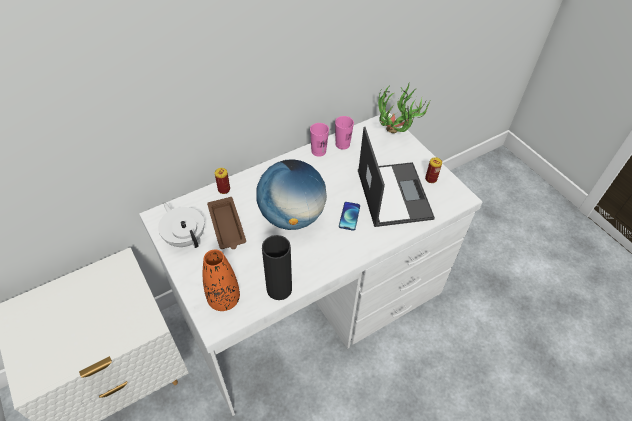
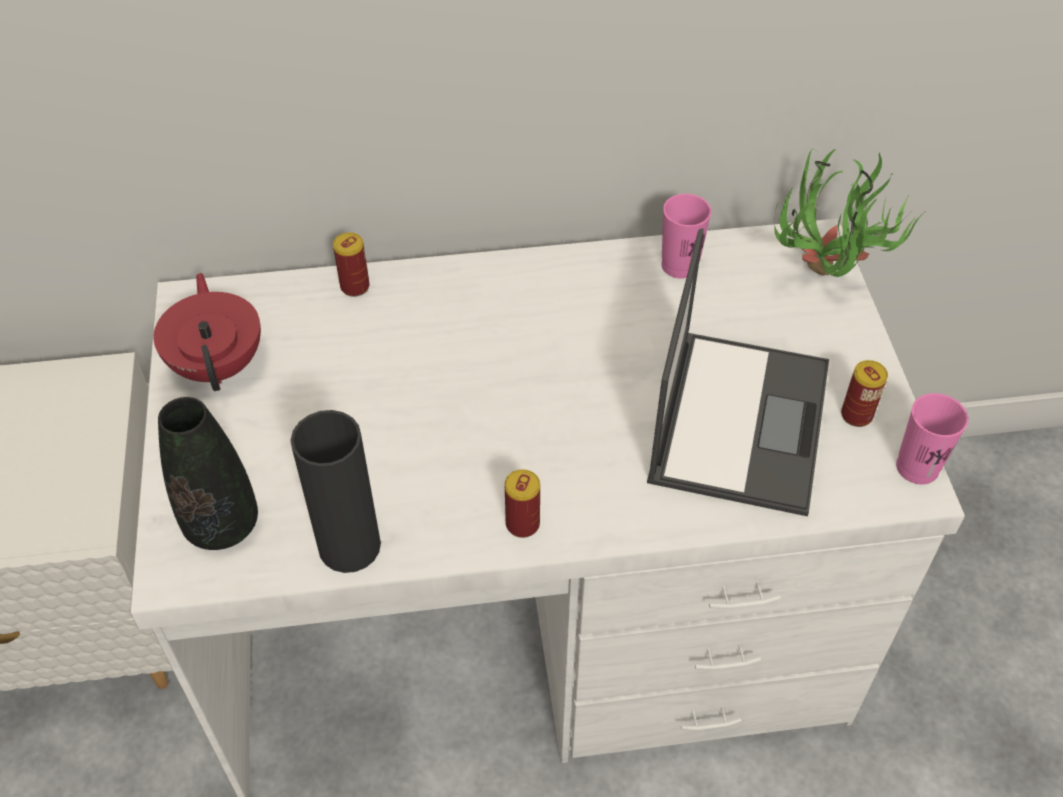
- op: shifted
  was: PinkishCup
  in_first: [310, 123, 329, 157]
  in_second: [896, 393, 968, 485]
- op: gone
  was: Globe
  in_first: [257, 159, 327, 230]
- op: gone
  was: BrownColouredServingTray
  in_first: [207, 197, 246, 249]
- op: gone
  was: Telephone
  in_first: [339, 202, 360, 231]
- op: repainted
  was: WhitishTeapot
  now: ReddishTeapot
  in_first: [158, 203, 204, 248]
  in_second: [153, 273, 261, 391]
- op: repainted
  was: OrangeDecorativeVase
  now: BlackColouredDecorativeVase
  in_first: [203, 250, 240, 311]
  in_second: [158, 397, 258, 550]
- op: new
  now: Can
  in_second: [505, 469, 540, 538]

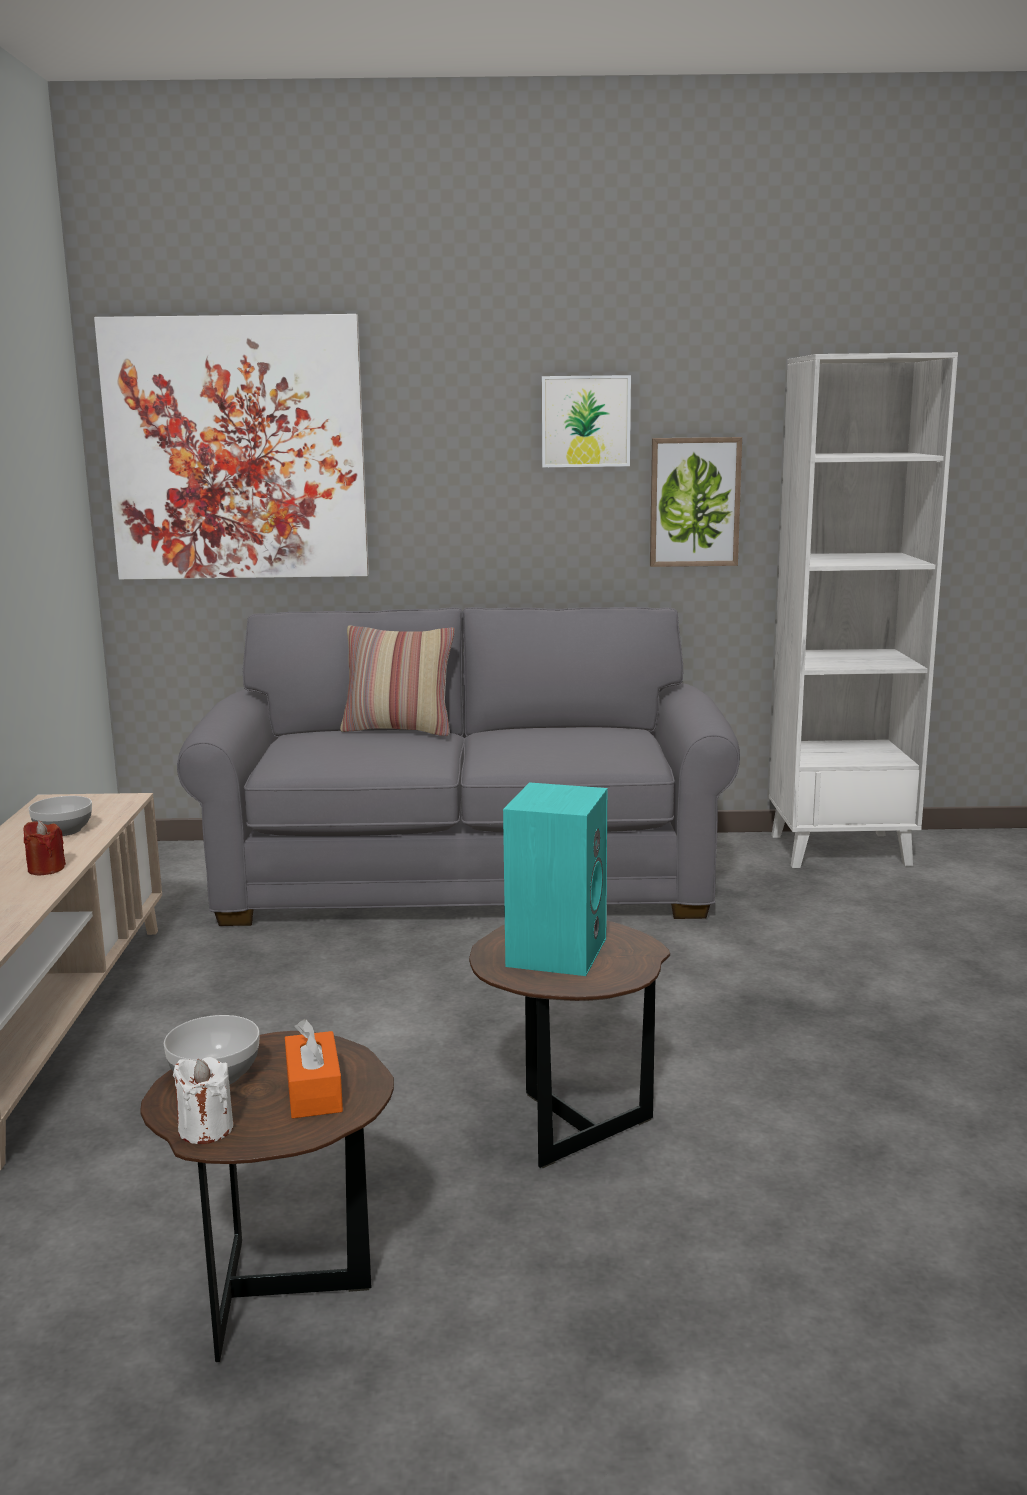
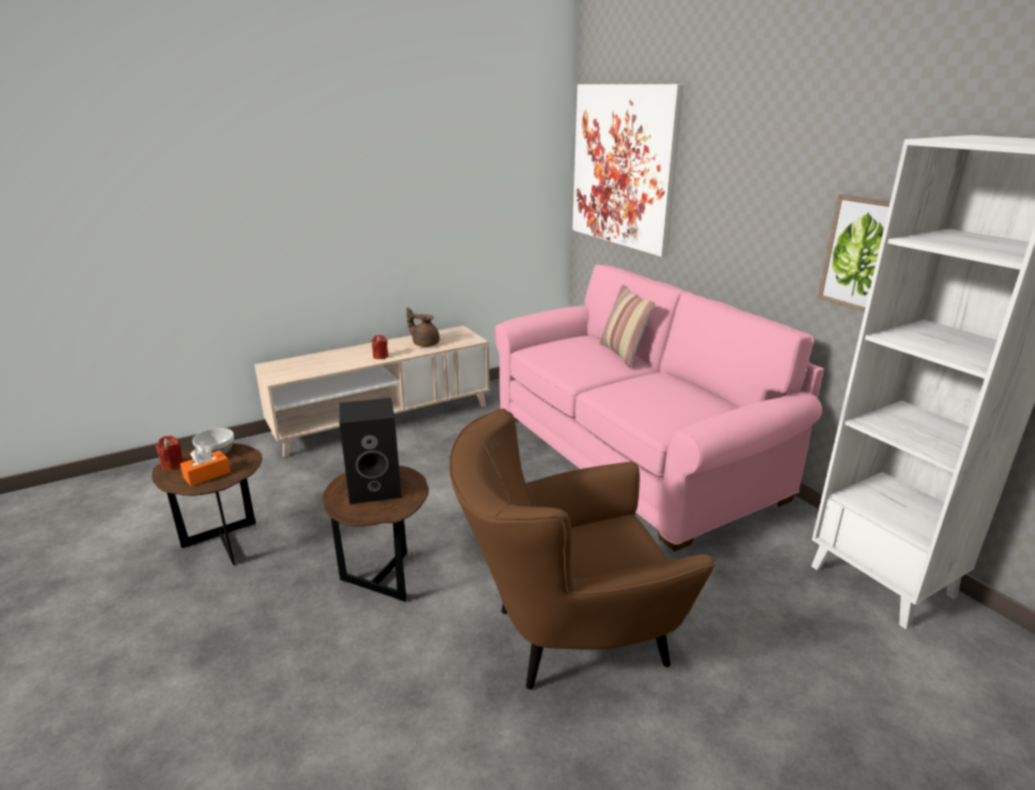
- op: gone
  was: WallPicture
  in_first: [542, 375, 631, 467]
- op: repainted
  was: GrayCouch
  now: PinkishCouch
  in_first: [177, 607, 740, 926]
  in_second: [495, 265, 824, 551]
- op: repainted
  was: BlueGreenSpeaker
  now: BlackColouredSpeaker
  in_first: [503, 782, 607, 976]
  in_second: [339, 398, 402, 504]
- op: swapped
  was: ServingBowl
  now: BrownColouredTeapot
  in_first: [29, 796, 92, 836]
  in_second: [406, 307, 440, 347]
- op: repainted
  was: WhitishWaxLight
  now: ReddishWaxLight
  in_first: [173, 1057, 233, 1144]
  in_second: [155, 436, 184, 470]
- op: new
  now: BrownColouredEasyChair
  in_second: [449, 409, 715, 690]

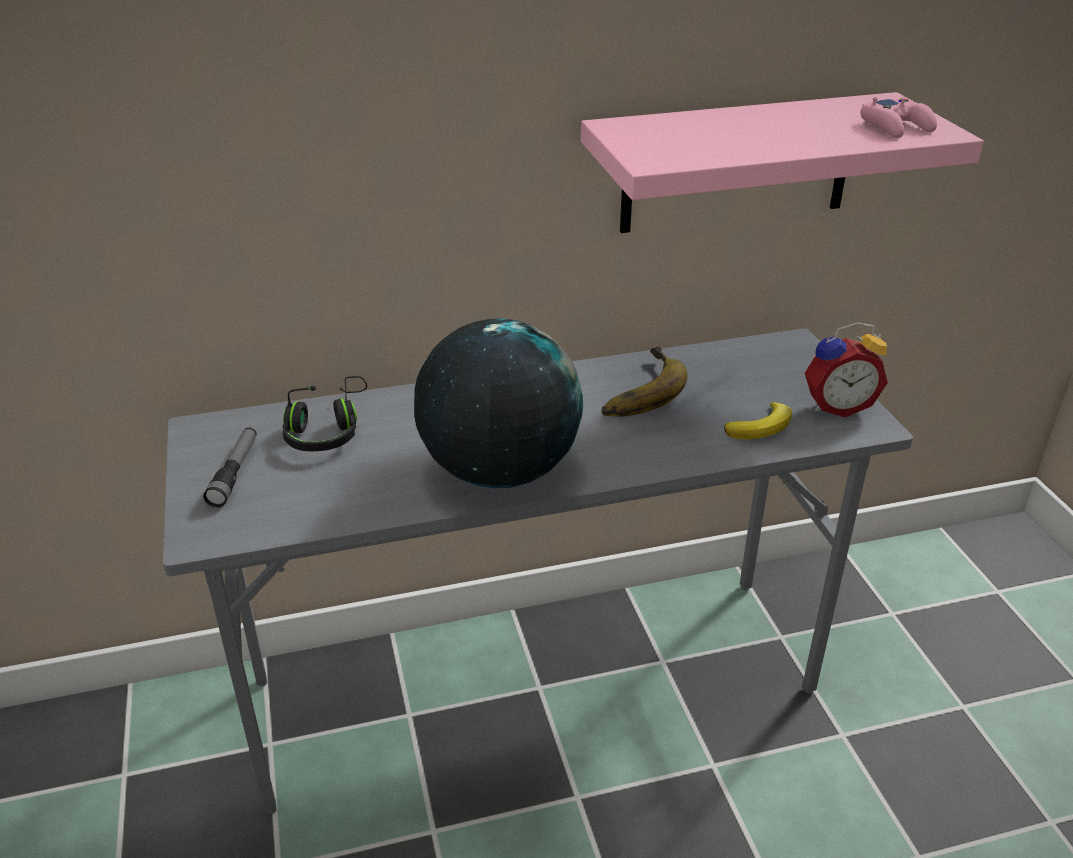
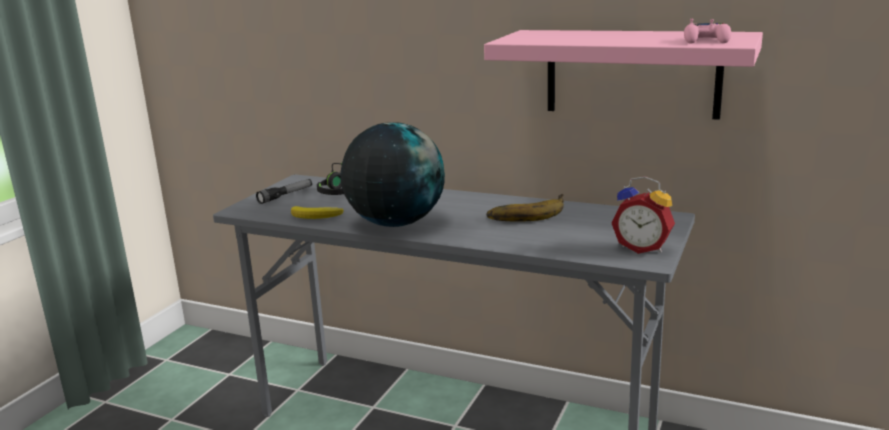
- op: shifted
  was: BananaFruit
  in_first: [724, 402, 792, 439]
  in_second: [291, 206, 344, 219]

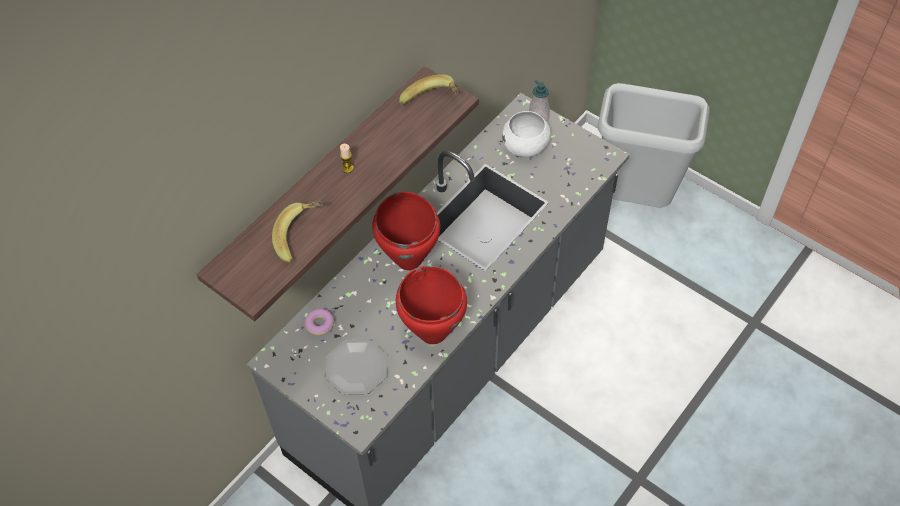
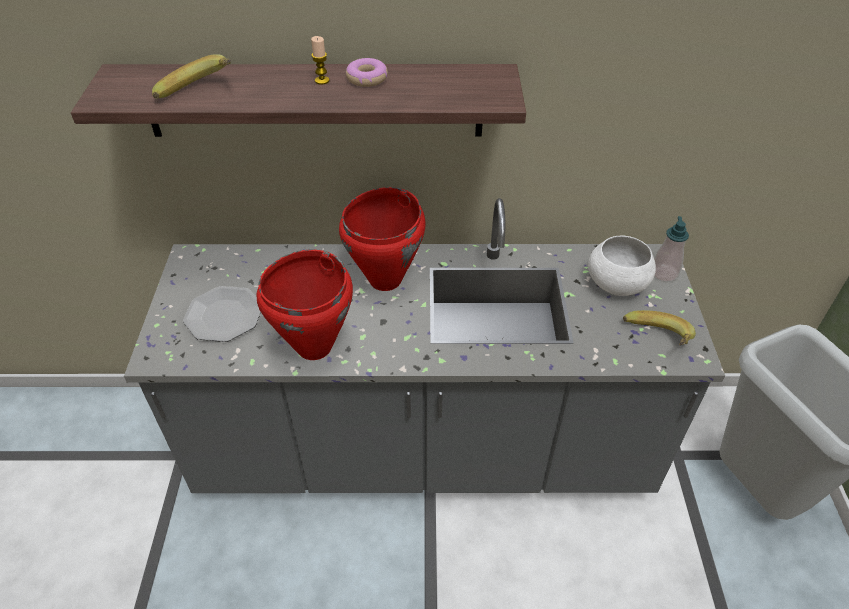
- op: shifted
  was: BananaFruit
  in_first: [399, 74, 458, 105]
  in_second: [623, 310, 696, 345]
- op: shifted
  was: RingDoughnut
  in_first: [305, 309, 334, 336]
  in_second: [346, 58, 388, 87]

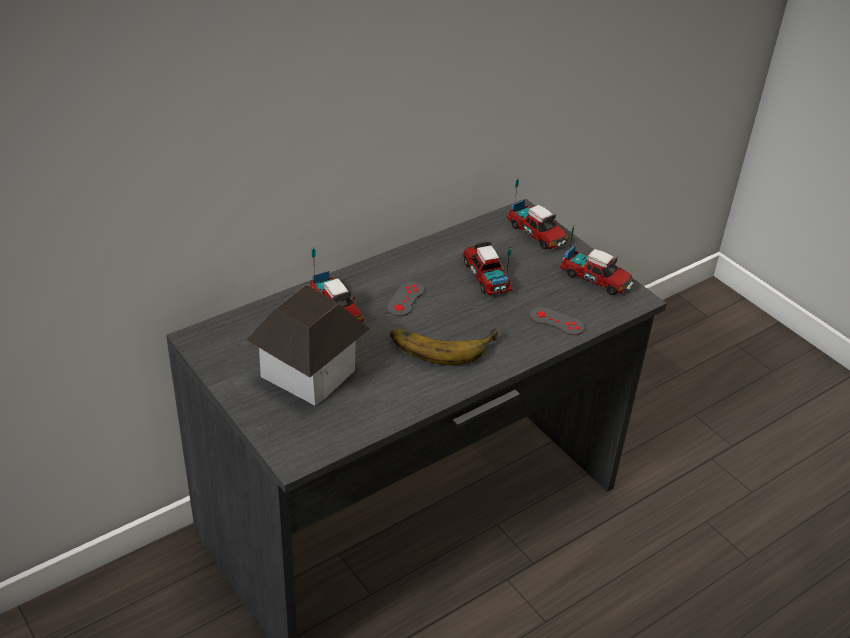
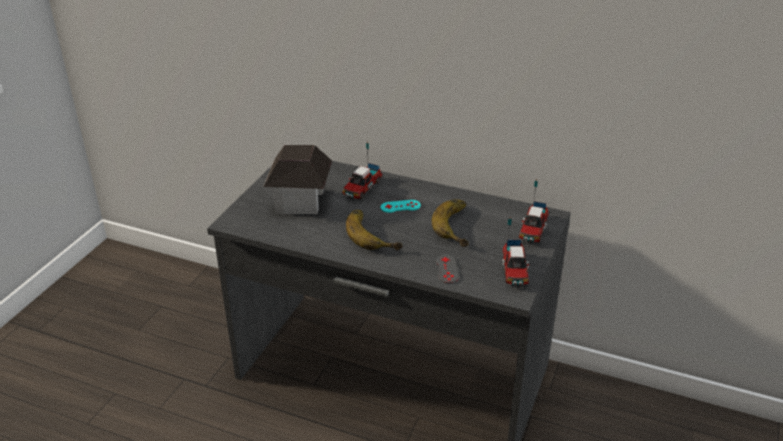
- op: swapped
  was: ToyLorry
  now: BananaFruit
  in_first: [463, 242, 512, 295]
  in_second: [432, 199, 469, 247]
- op: repainted
  was: GrayGameController
  now: BlueGreenGameController
  in_first: [387, 282, 424, 316]
  in_second: [381, 200, 421, 213]

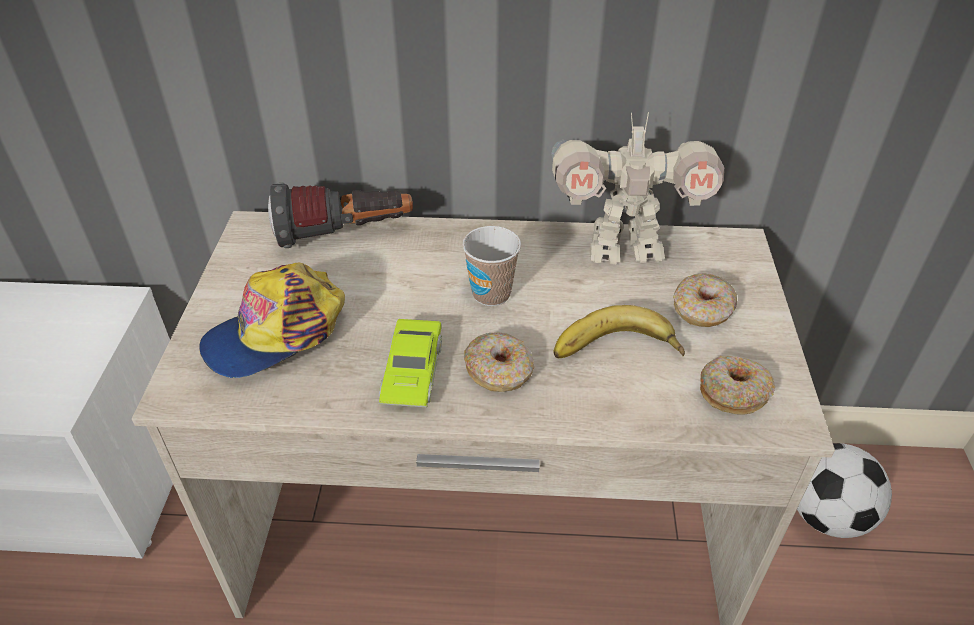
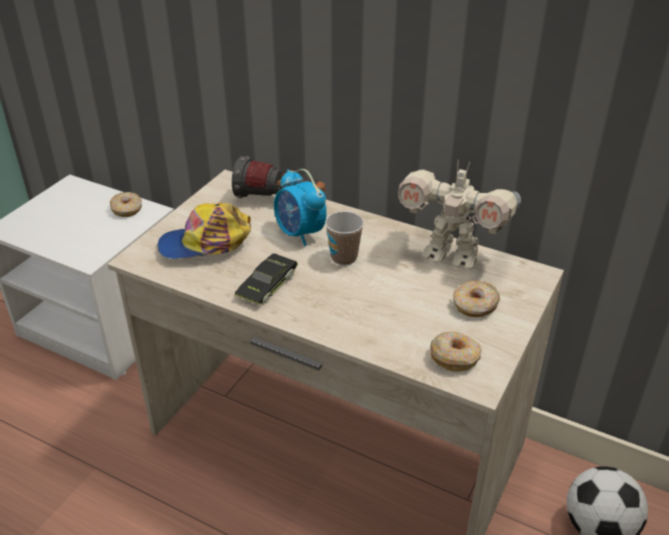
- op: gone
  was: BananaFruit
  in_first: [553, 305, 685, 358]
- op: repainted
  was: GreenishMiniatureCar
  now: BlackColouredMiniatureCar
  in_first: [379, 319, 442, 407]
  in_second: [234, 253, 298, 305]
- op: shifted
  was: RingDoughnut
  in_first: [464, 332, 534, 392]
  in_second: [110, 192, 142, 217]
- op: new
  now: BedsideClock
  in_second: [274, 169, 327, 246]

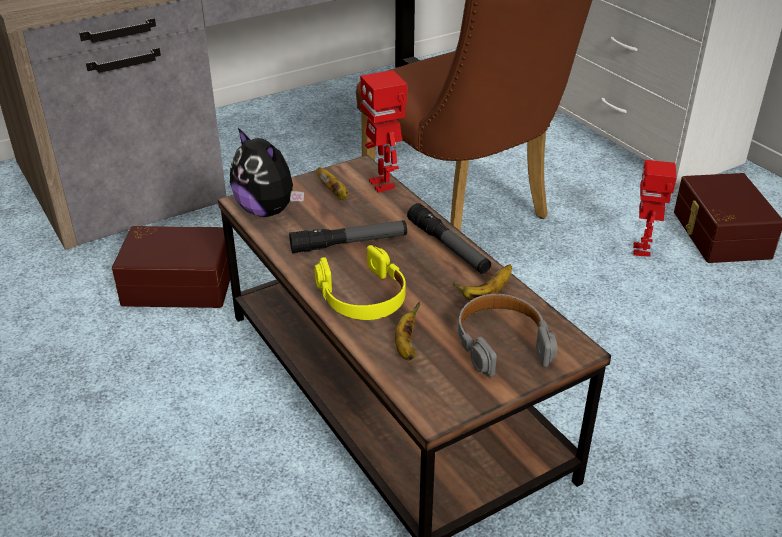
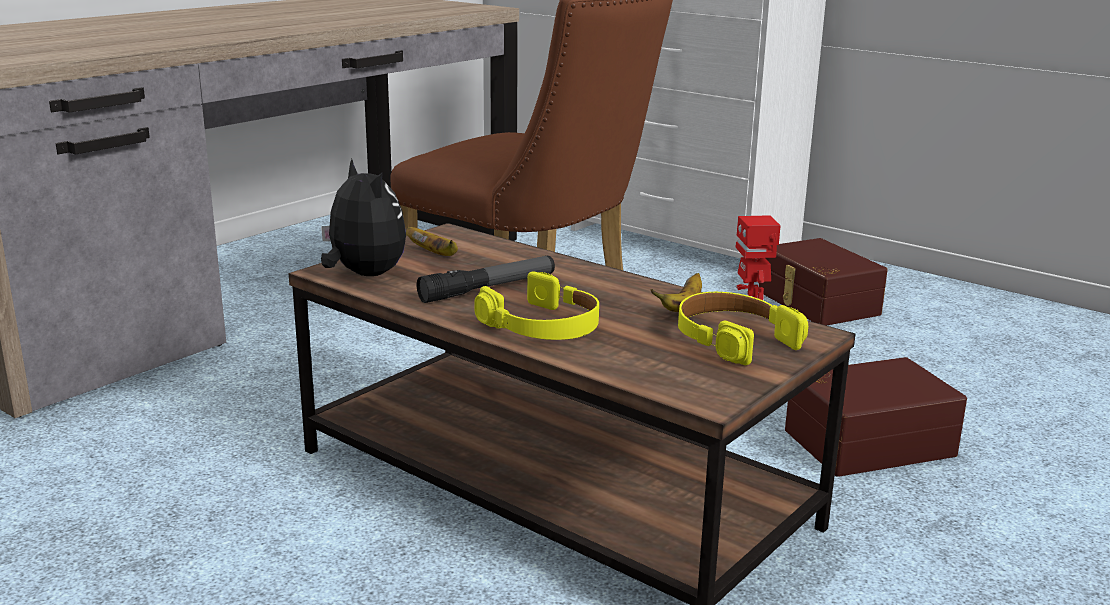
- op: gone
  was: RobotFigure
  in_first: [360, 70, 407, 193]
- op: rotated
  was: CuddlyToy
  in_first: [230, 128, 304, 217]
  in_second: [321, 159, 406, 276]
  clockwise: -150
- op: gone
  was: Flashlight
  in_first: [407, 203, 491, 274]
- op: shifted
  was: BrownColouredStorageContainer
  in_first: [112, 226, 230, 308]
  in_second: [785, 357, 967, 477]
- op: repainted
  was: GrayHeadset
  now: YellowColouredHeadset
  in_first: [458, 294, 557, 377]
  in_second: [678, 292, 808, 365]
- op: gone
  was: BananaFruit
  in_first: [395, 301, 420, 361]

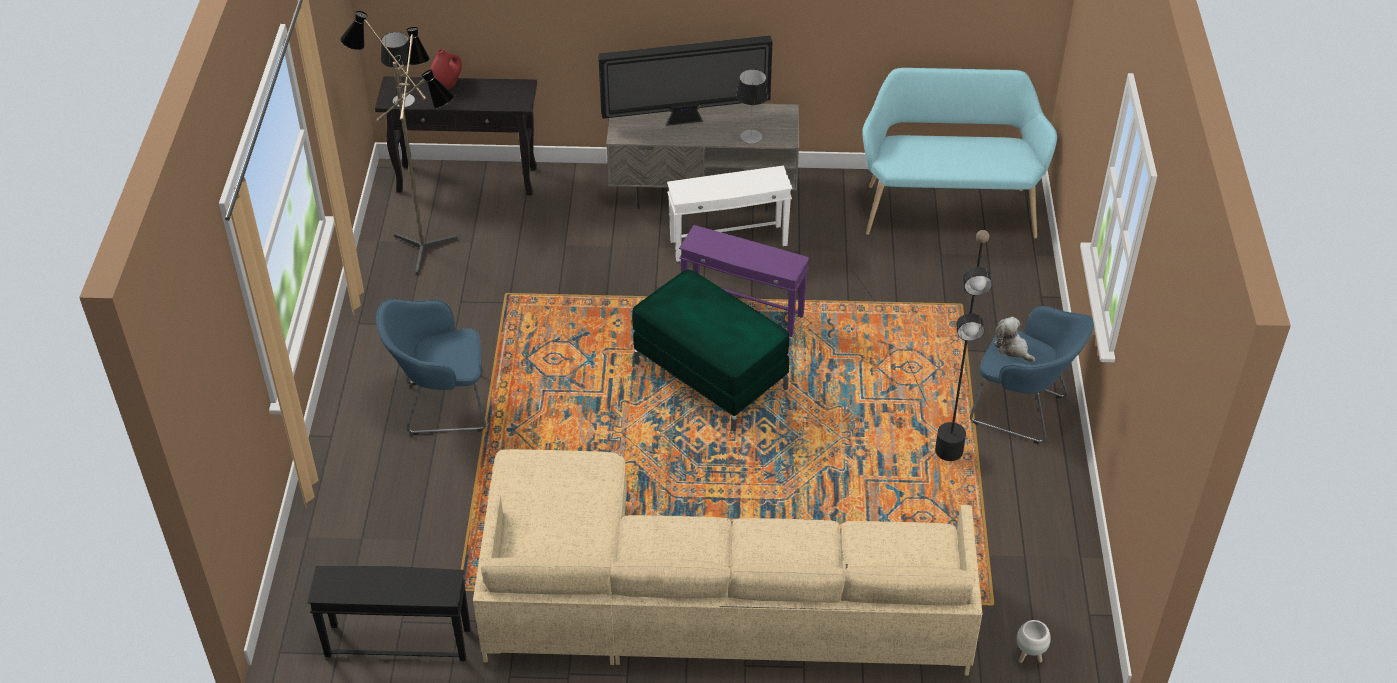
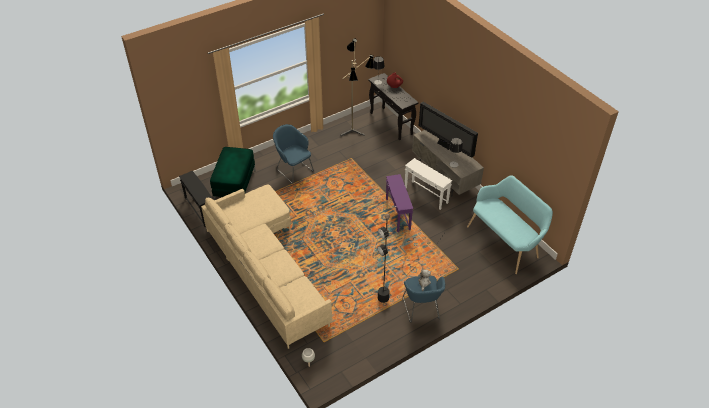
- op: shifted
  was: GreenishOttoman
  in_first: [632, 270, 790, 431]
  in_second: [210, 147, 256, 200]

